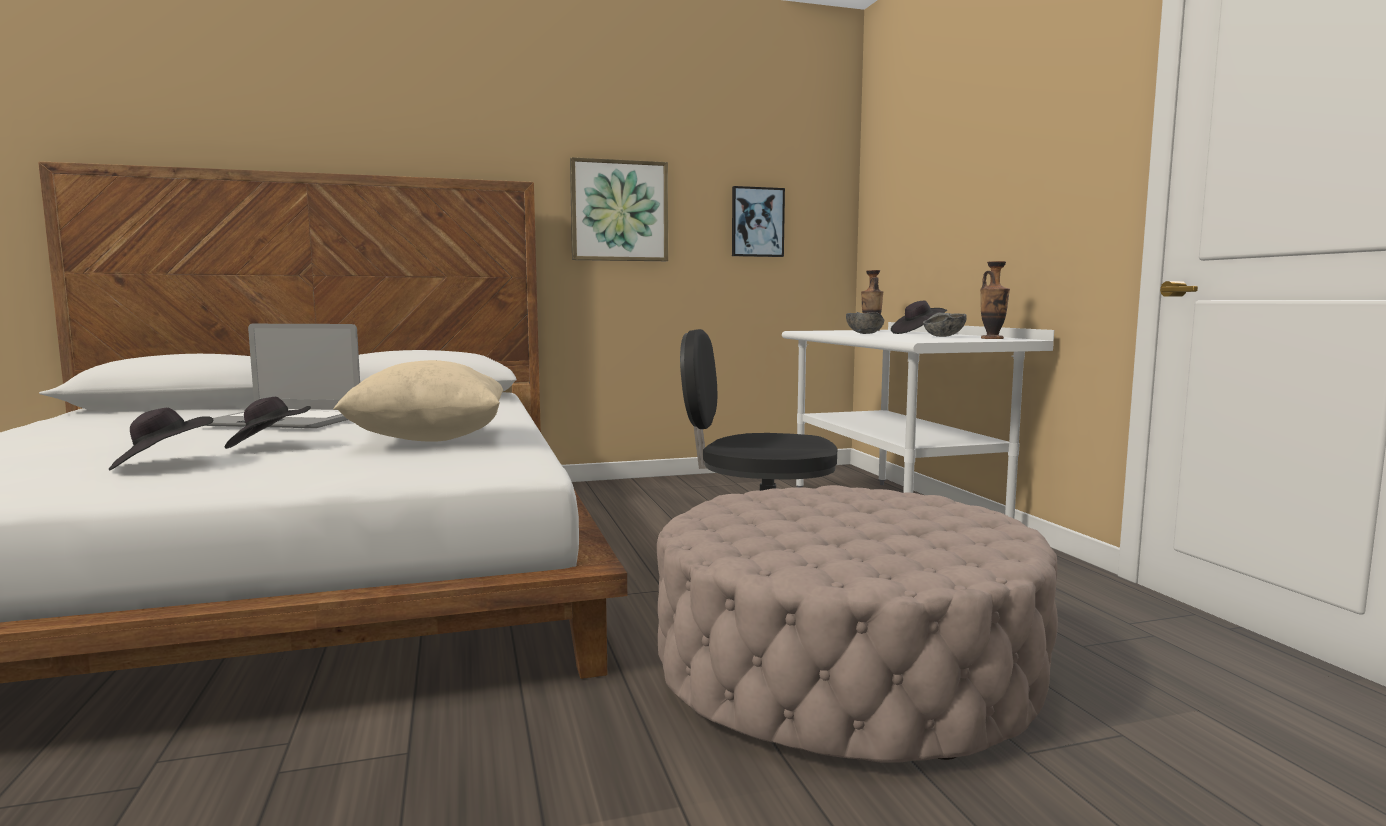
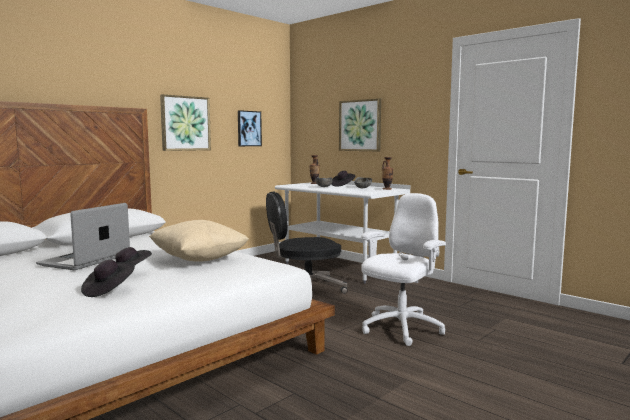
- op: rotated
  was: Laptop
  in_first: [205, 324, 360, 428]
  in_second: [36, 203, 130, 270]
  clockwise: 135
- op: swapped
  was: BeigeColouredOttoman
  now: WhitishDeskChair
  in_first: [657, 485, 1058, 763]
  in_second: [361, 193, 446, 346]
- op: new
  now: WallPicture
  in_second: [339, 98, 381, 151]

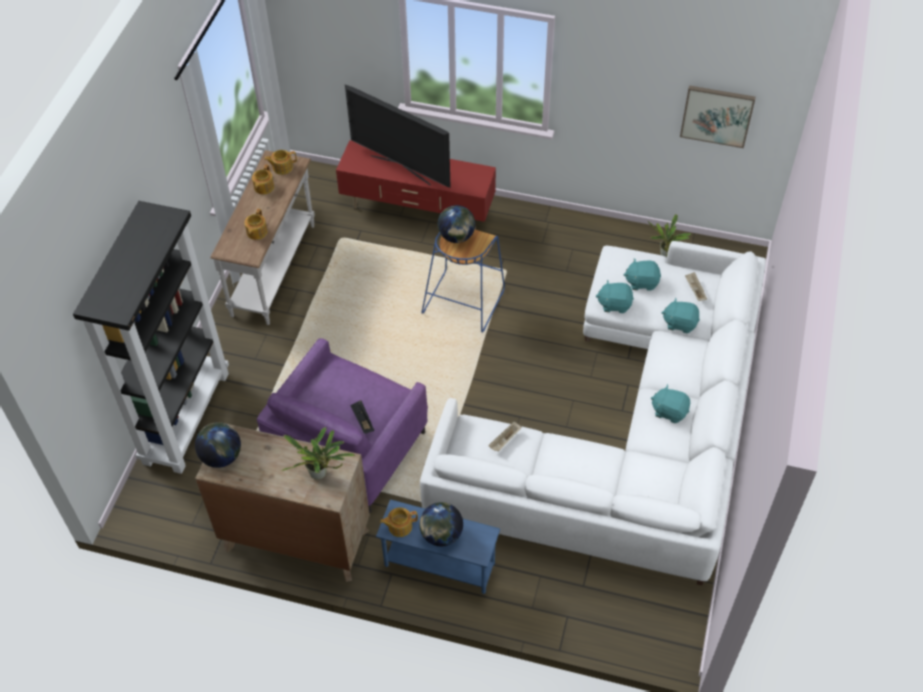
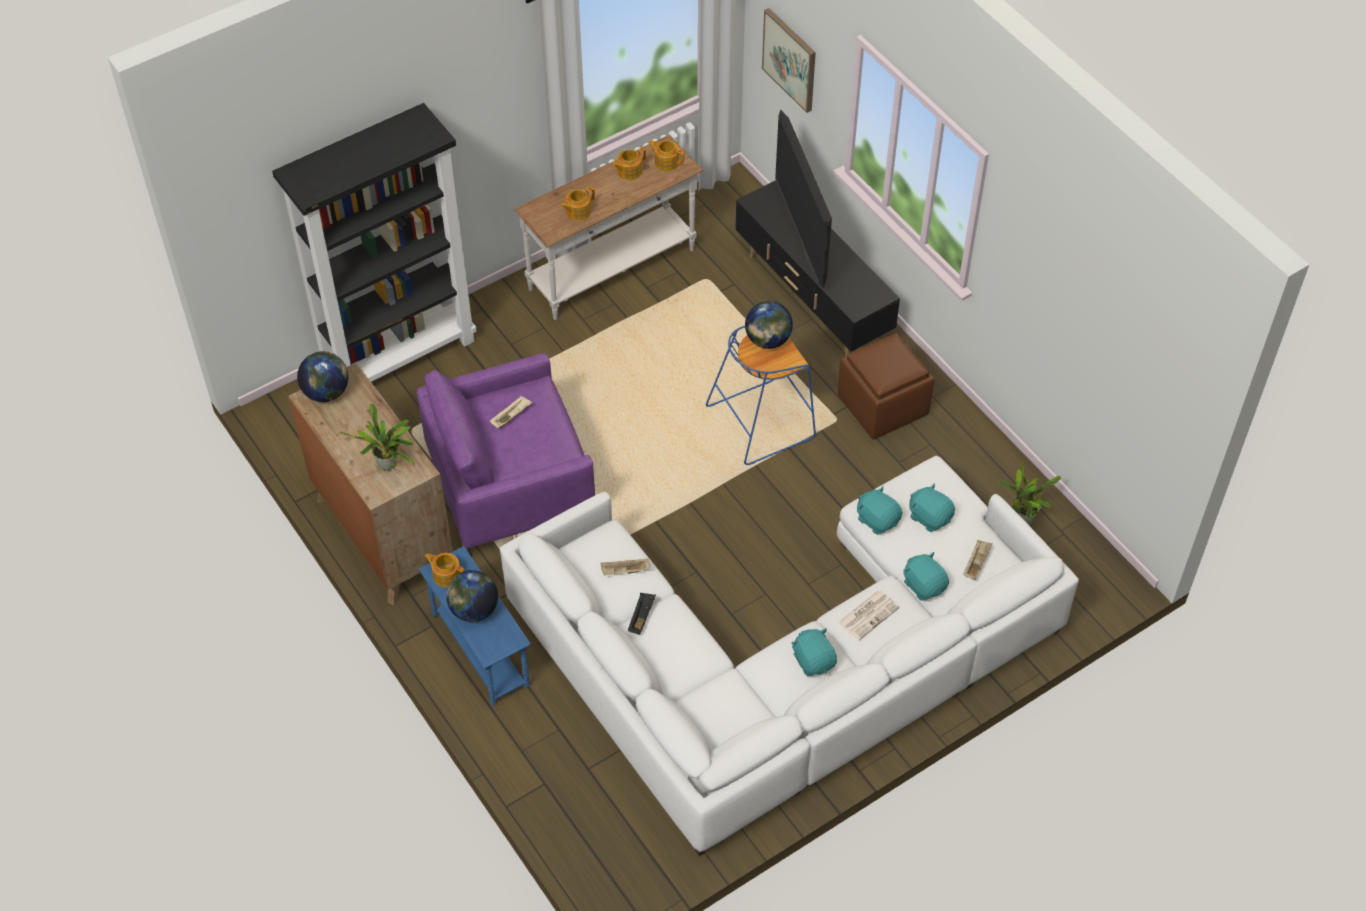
- op: shifted
  was: WallPicture
  in_first: [680, 85, 756, 148]
  in_second: [762, 8, 816, 113]
- op: repainted
  was: ReddishTvUnit
  now: BlackColouredTvUnit
  in_first: [336, 140, 496, 230]
  in_second: [735, 180, 900, 356]
- op: shifted
  was: BlackColouredServingTray
  in_first: [351, 400, 374, 434]
  in_second: [628, 593, 656, 635]
- op: new
  now: BrownColouredOttoman
  in_second: [838, 333, 934, 439]
- op: new
  now: BeigeColouredServingTray
  in_second: [490, 395, 532, 428]
- op: new
  now: PrintedPaper
  in_second: [838, 590, 900, 640]

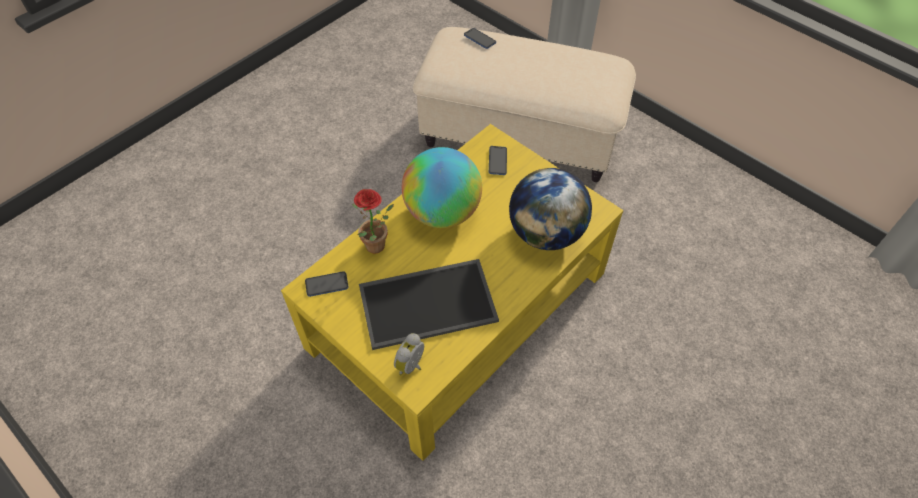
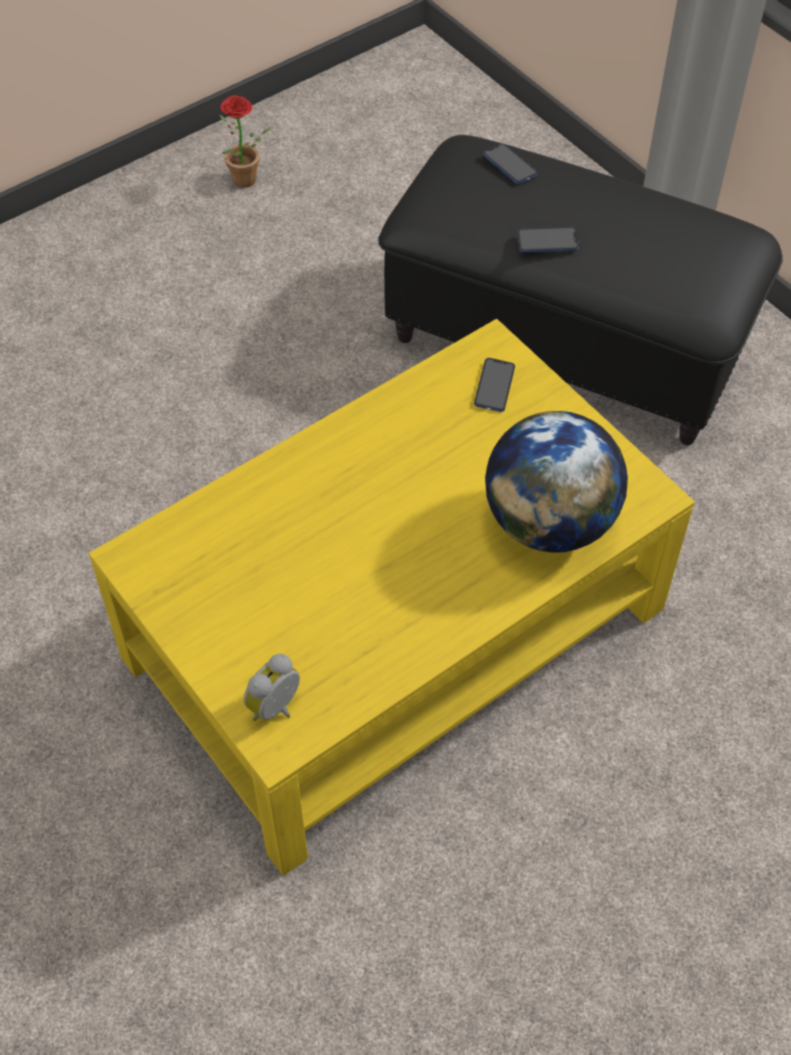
- op: repainted
  was: BeigeColouredOttoman
  now: BlackColouredOttoman
  in_first: [413, 27, 636, 182]
  in_second: [378, 135, 782, 445]
- op: gone
  was: Globe
  in_first: [402, 147, 482, 228]
- op: shifted
  was: PlantInAPot
  in_first: [352, 189, 394, 254]
  in_second: [220, 95, 271, 188]
- op: gone
  was: ServingTray
  in_first: [359, 259, 499, 350]
- op: shifted
  was: Telephone
  in_first: [305, 271, 349, 297]
  in_second: [517, 227, 579, 252]

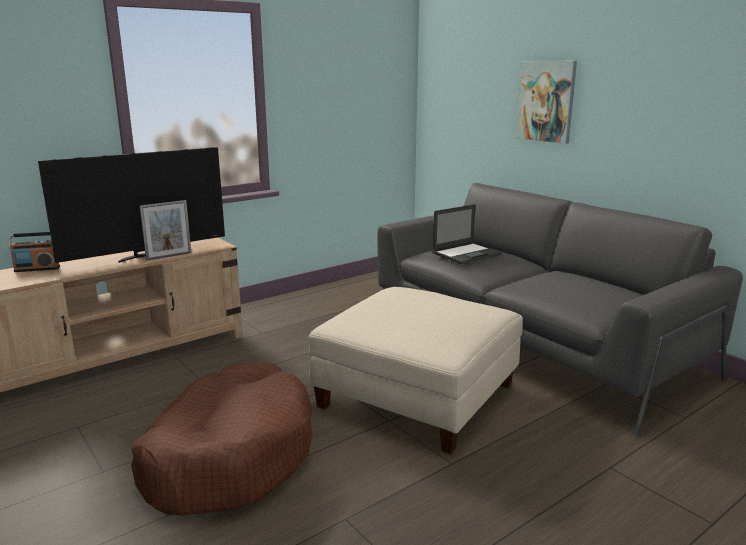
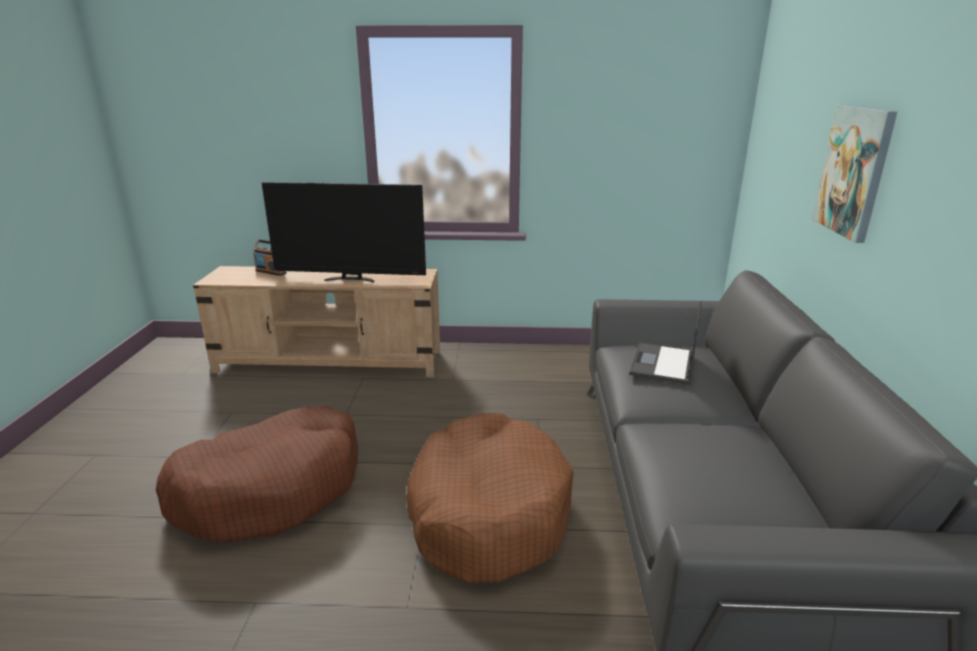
- op: gone
  was: PhotoFrame
  in_first: [139, 200, 191, 260]
- op: rotated
  was: Laptop
  in_first: [432, 204, 502, 264]
  in_second: [629, 301, 702, 385]
  clockwise: 105
- op: swapped
  was: BeigeColouredOttoman
  now: BrownColouredPetBed
  in_first: [309, 287, 523, 454]
  in_second: [406, 413, 574, 584]

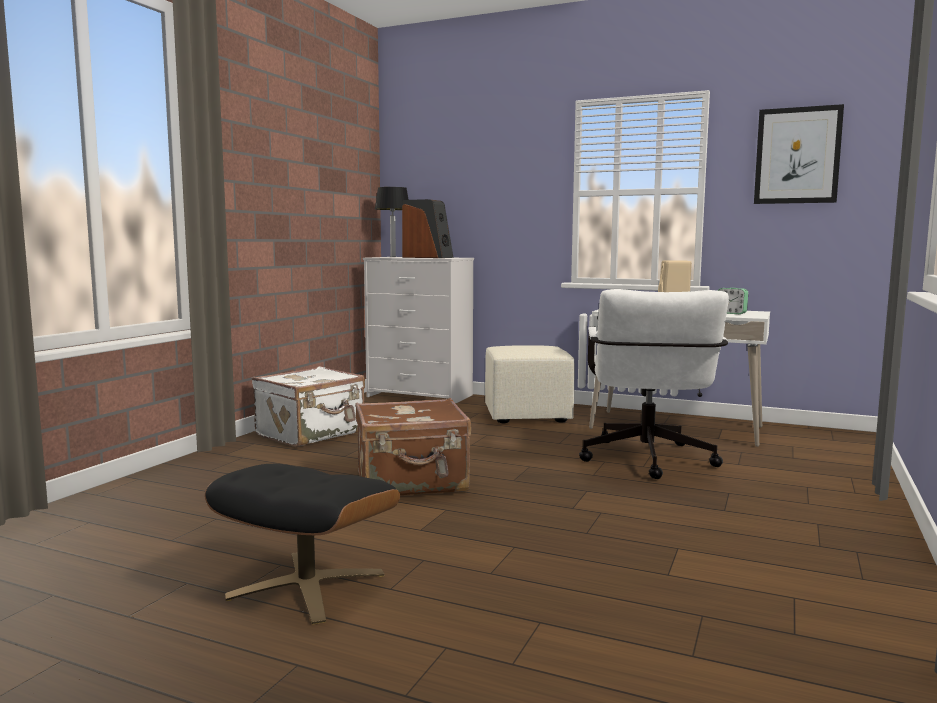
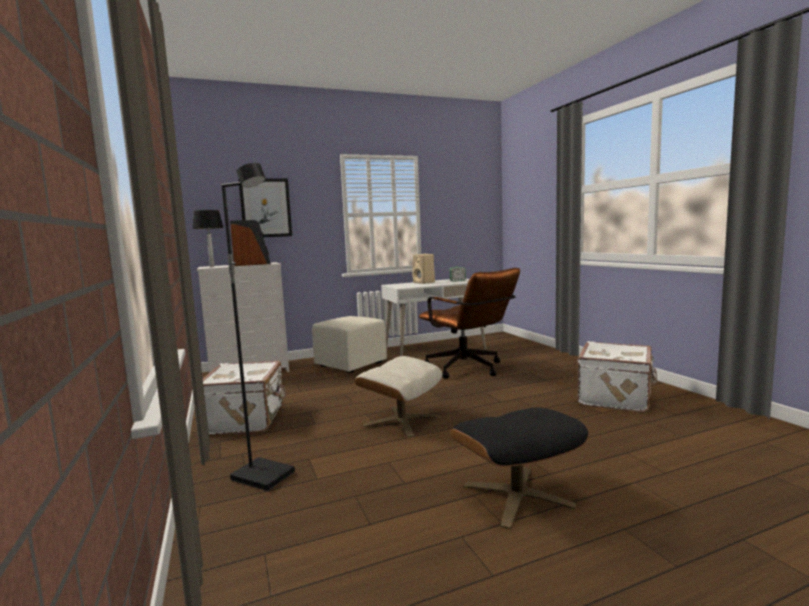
- op: shifted
  was: WallPicture
  in_first: [754, 104, 844, 204]
  in_second: [238, 178, 292, 237]
- op: repainted
  was: WhitishDeskChair
  now: BrownColouredDeskChair
  in_first: [579, 289, 729, 479]
  in_second: [419, 268, 520, 379]
- op: swapped
  was: BrownColouredTravelCase
  now: BeigeColouredOttoman
  in_first: [355, 398, 471, 495]
  in_second: [355, 356, 442, 438]
- op: new
  now: BlackColouredStandardLamp
  in_second: [221, 163, 295, 491]
- op: new
  now: WhitishTravelCase
  in_second: [577, 341, 657, 413]

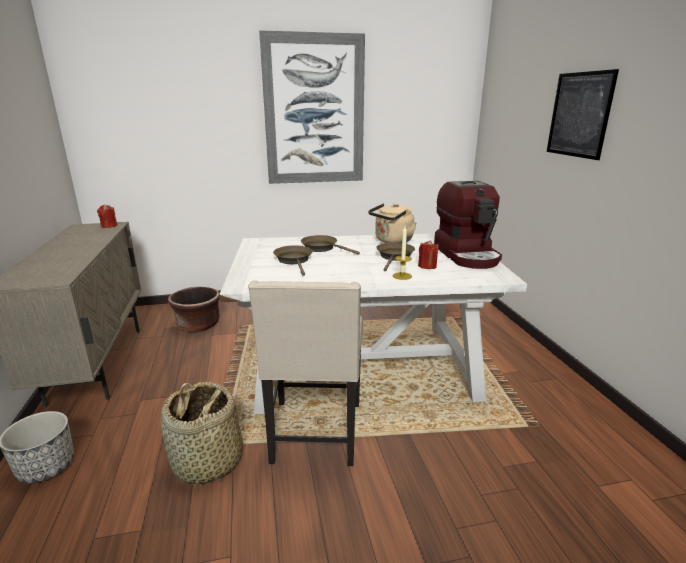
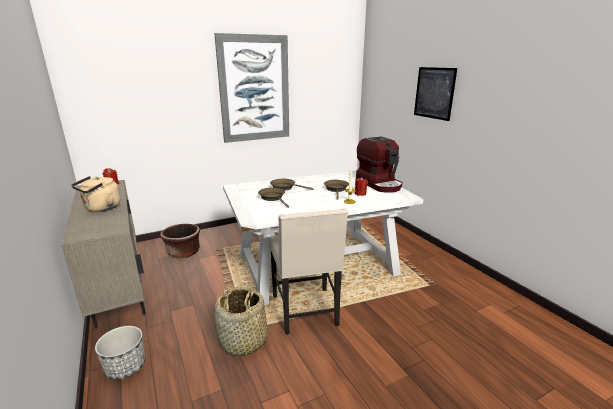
- op: shifted
  was: BeigeColouredWaterKettle
  in_first: [368, 203, 417, 243]
  in_second: [71, 176, 120, 212]

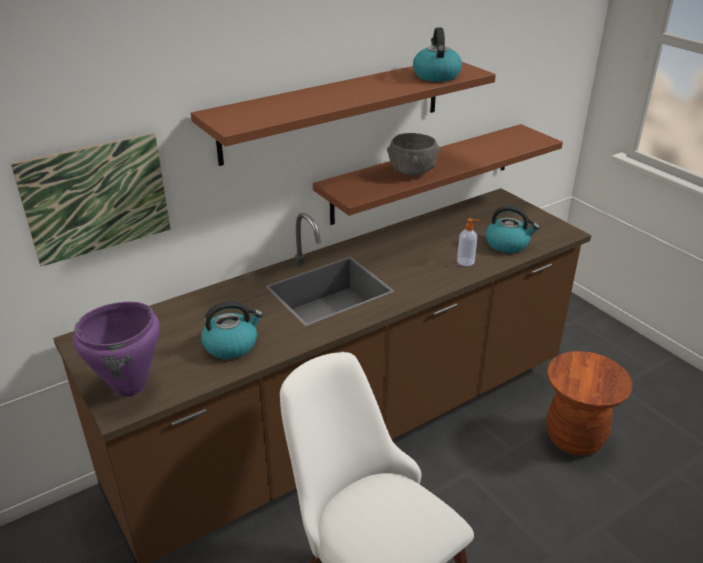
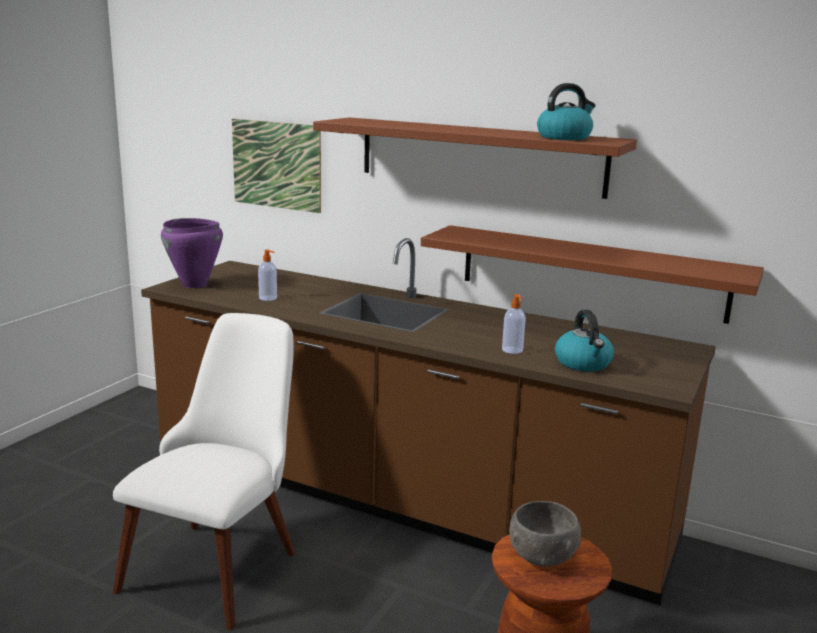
- op: shifted
  was: GrayServingBowl
  in_first: [387, 133, 440, 175]
  in_second: [509, 501, 581, 567]
- op: swapped
  was: WaterKettle
  now: SoapDispenser
  in_first: [201, 301, 263, 359]
  in_second: [258, 250, 277, 301]

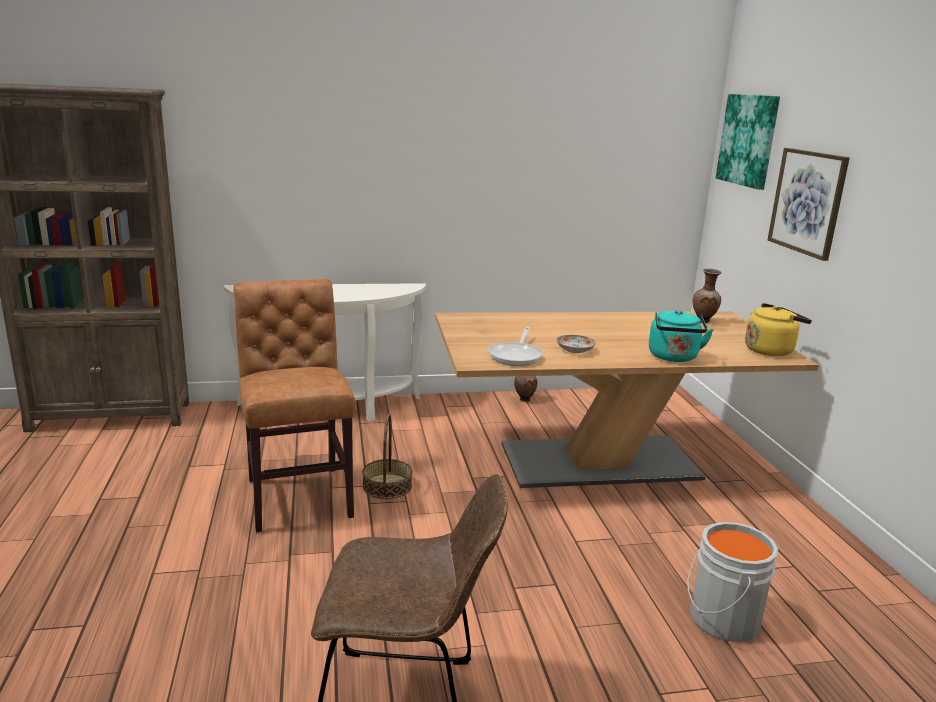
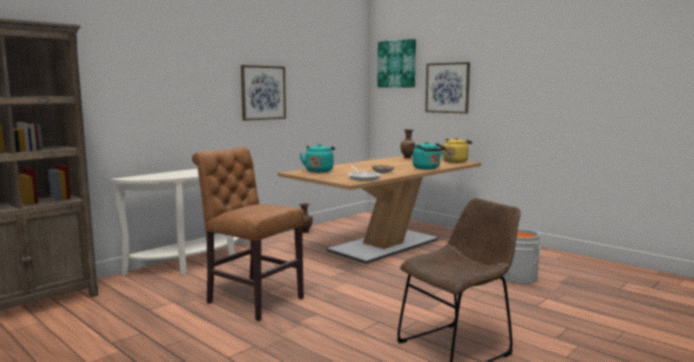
- op: gone
  was: StorageBasket
  in_first: [362, 413, 412, 499]
- op: new
  now: WallPicture
  in_second: [241, 65, 286, 121]
- op: new
  now: BlueGreenWaterKettle
  in_second: [299, 144, 335, 173]

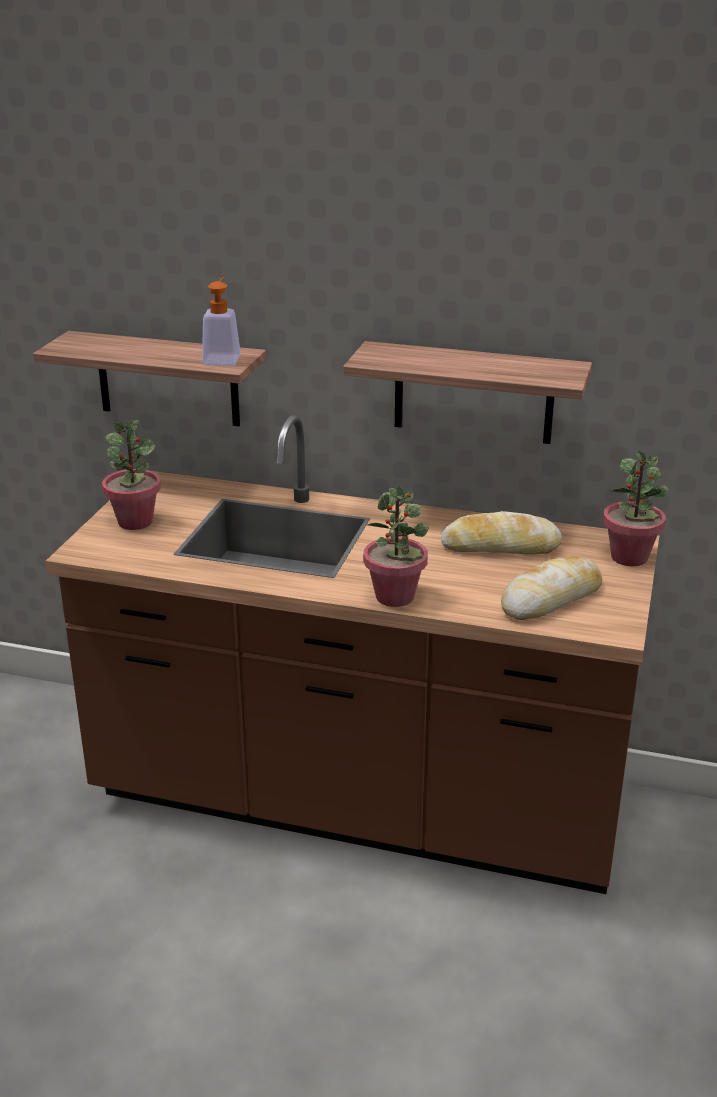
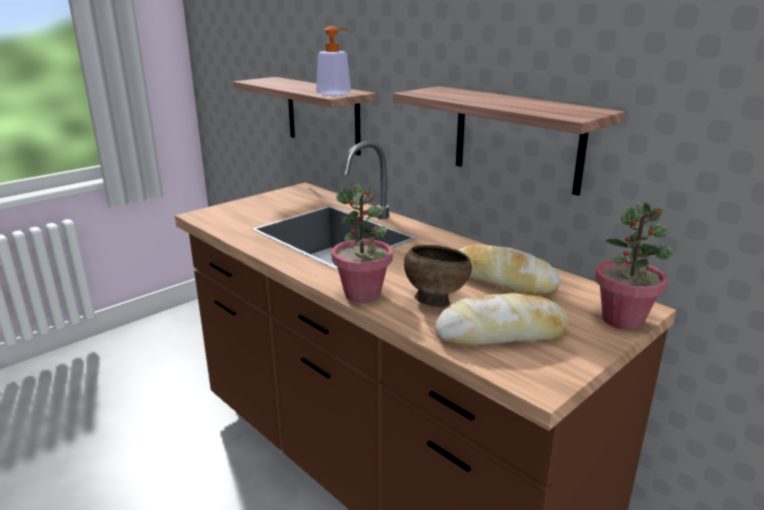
- op: gone
  was: PlantInAPot
  in_first: [102, 420, 161, 530]
- op: new
  now: BrownColouredServingBowl
  in_second: [404, 245, 472, 307]

